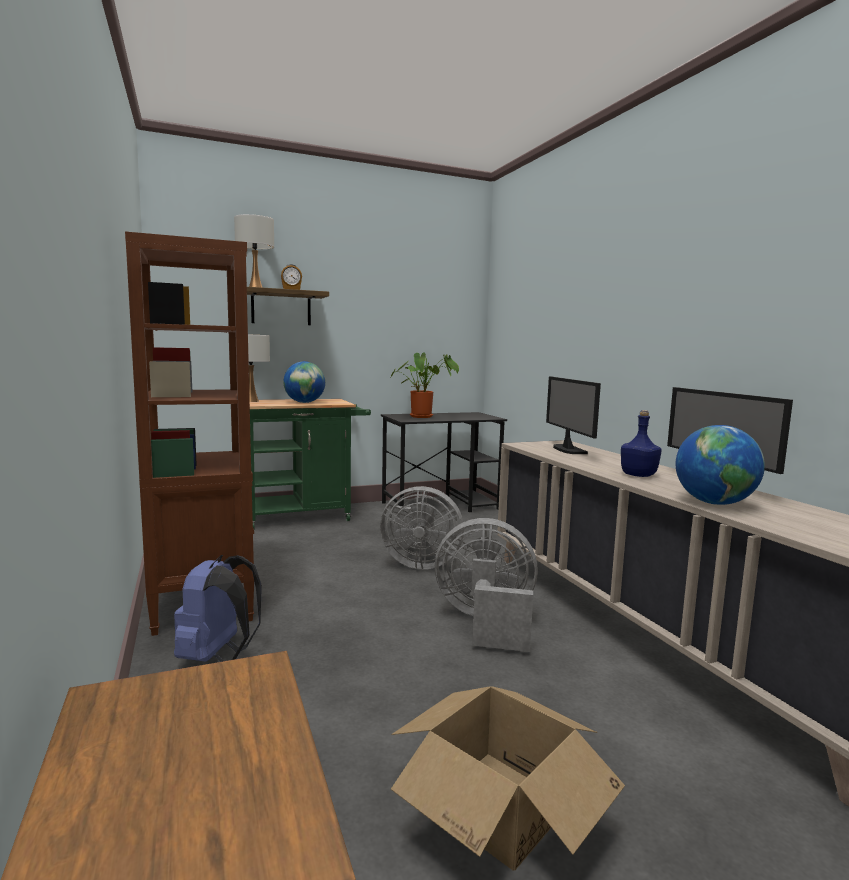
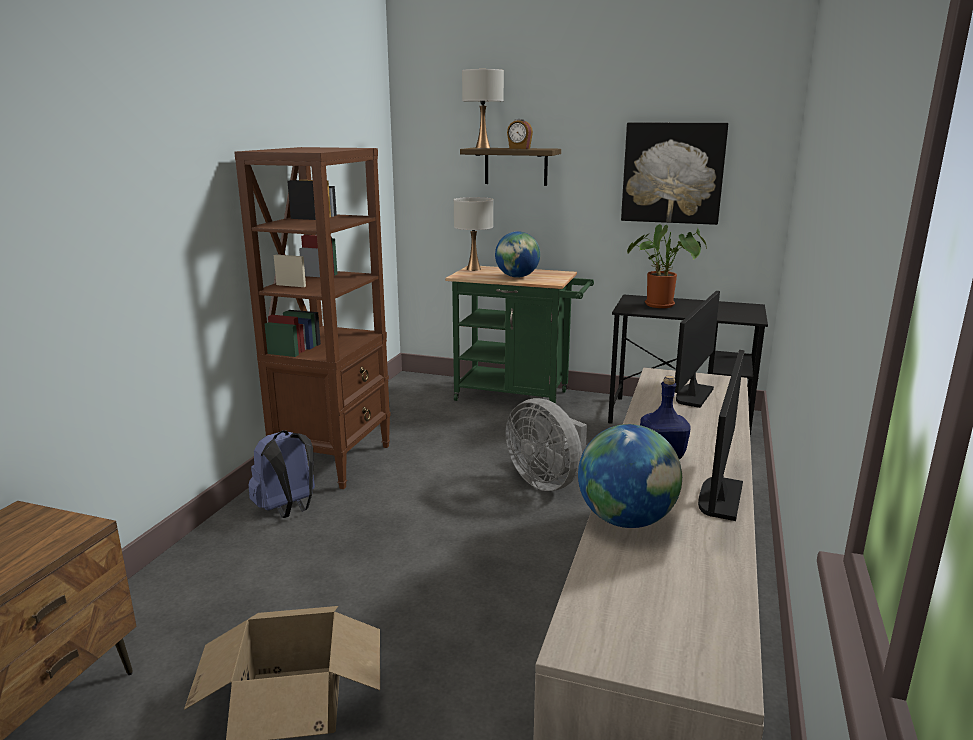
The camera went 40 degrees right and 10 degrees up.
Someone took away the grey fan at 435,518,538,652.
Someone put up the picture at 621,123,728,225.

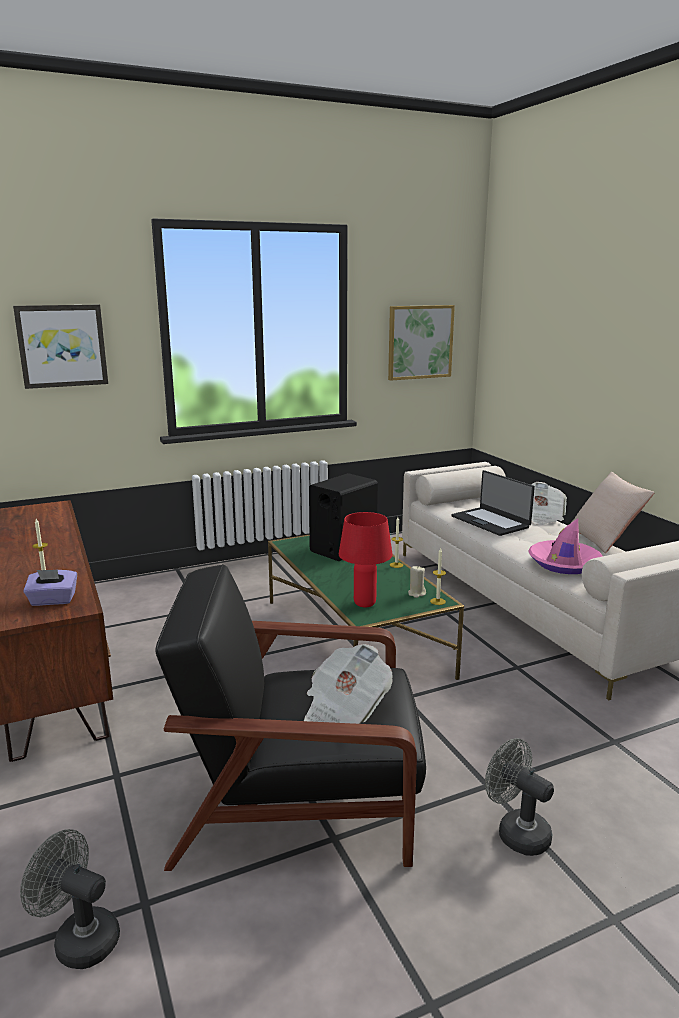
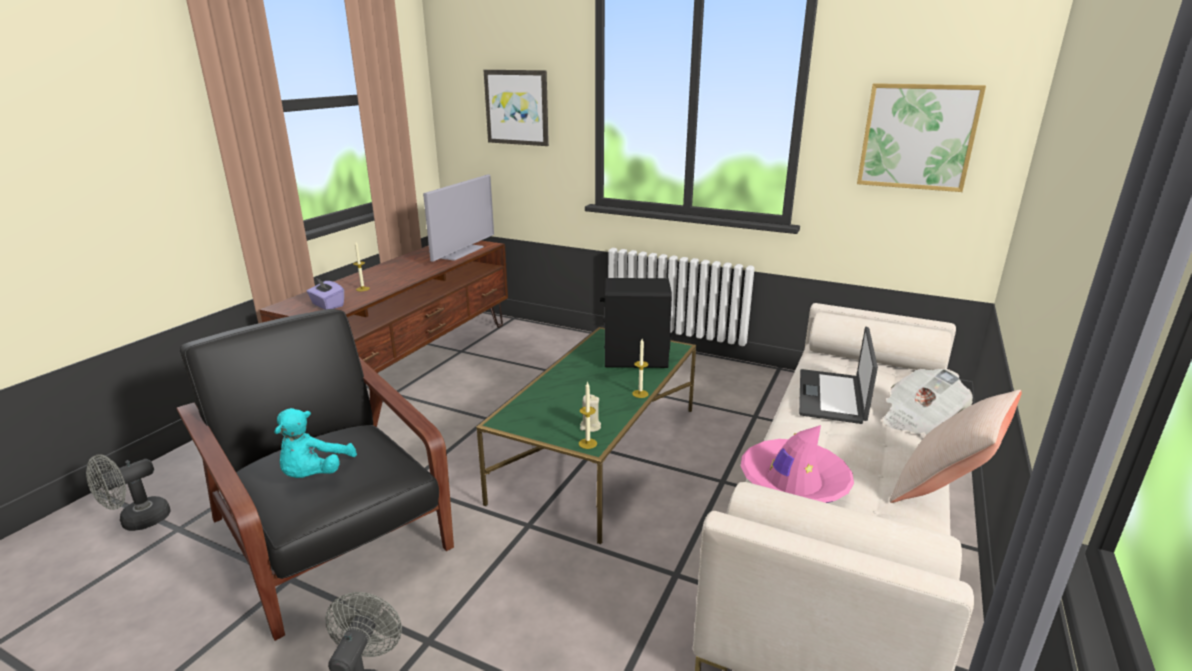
The camera went 50 degrees right and 5 degrees up.
Someone took away the red table lamp at 339,512,393,608.
Someone swapped the newspaper at 304,644,393,724 for the turquoise plush toy at 274,408,357,478.
Someone rotated the grey fan at 20,829,120,969 by 120 degrees counterclockwise.
Someone put down the television at 423,175,494,262.

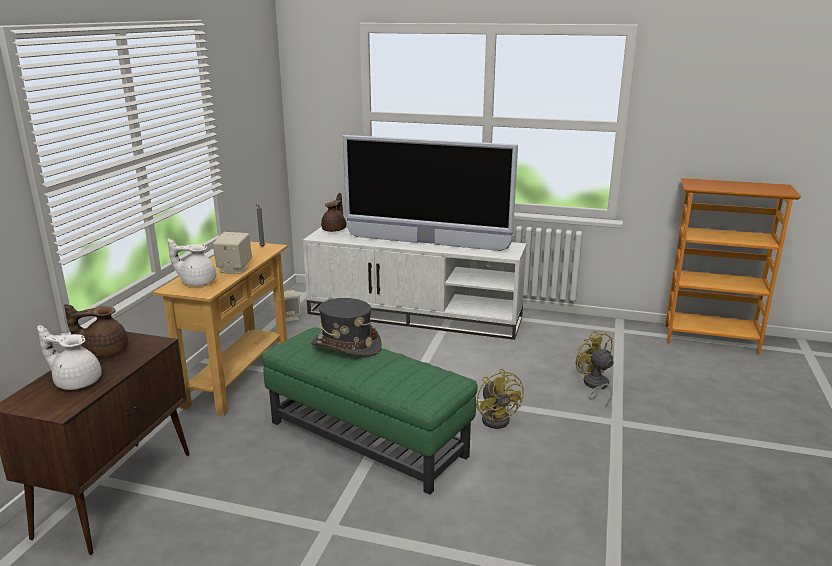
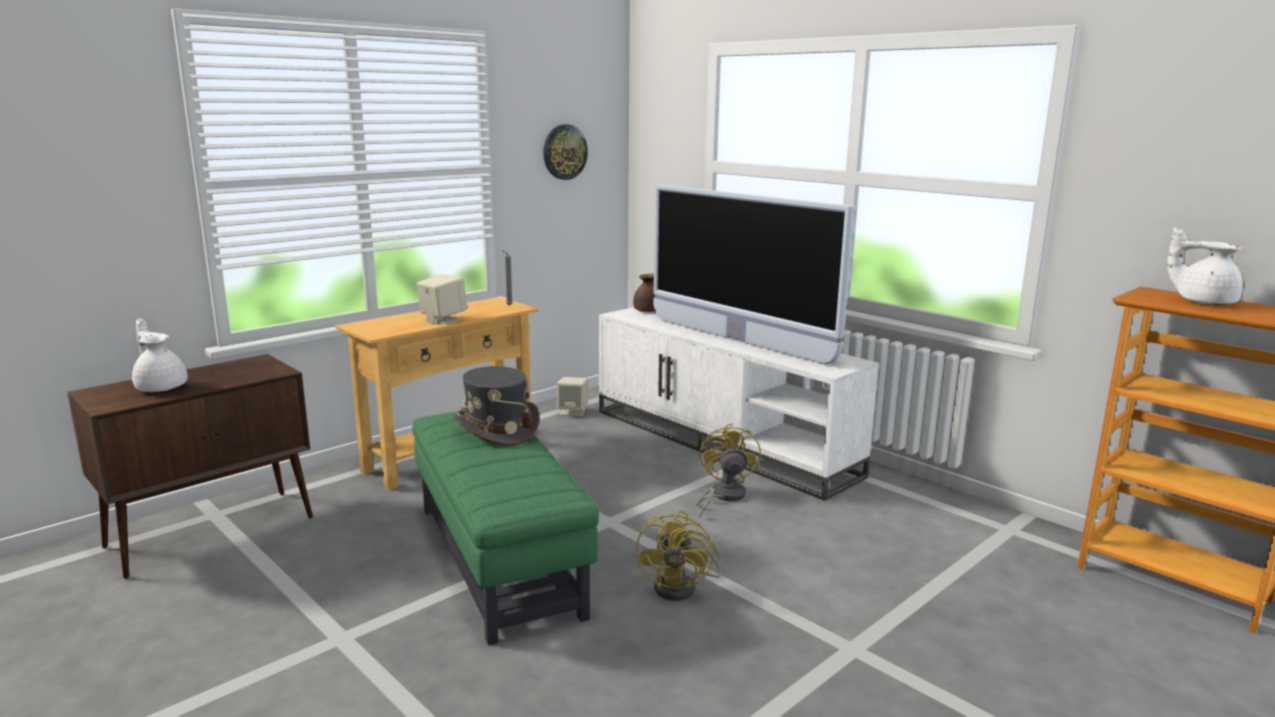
The camera went 30 degrees right and 5 degrees down.
Someone carried the white teapot from 168,238,216,286 to 1167,228,1243,305.
Someone took away the brown teapot at 64,304,128,356.
Someone carried the yellow fan from 576,331,613,408 to 695,423,761,517.
Someone put up the wall clock at 543,124,588,180.

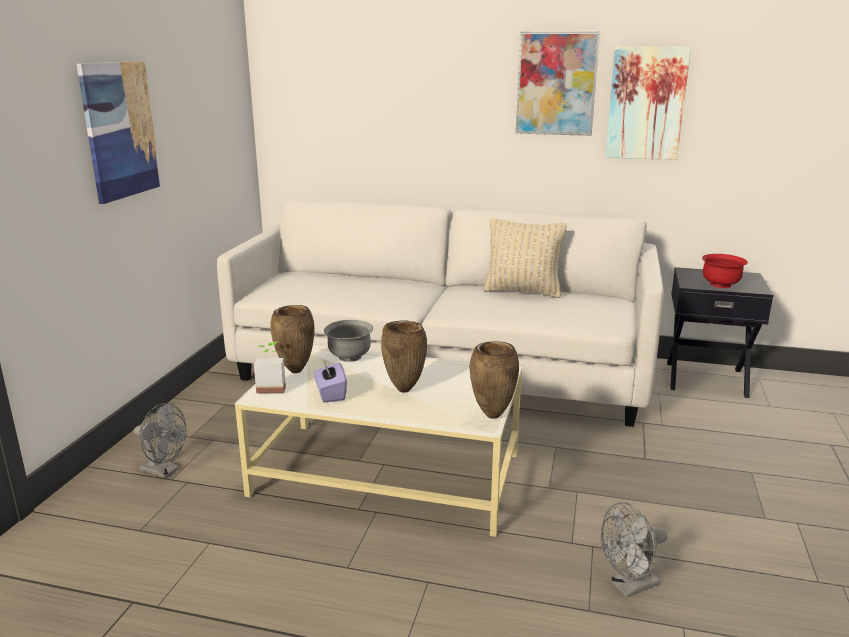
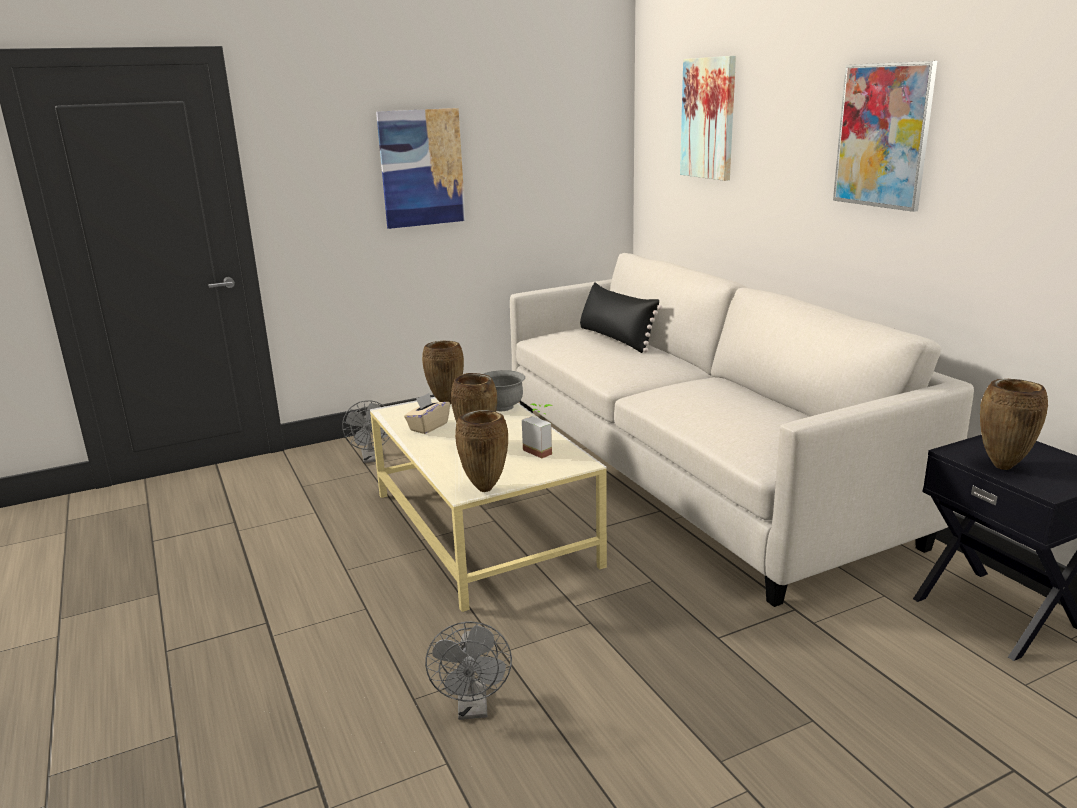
The camera went 50 degrees right and 0 degrees up.
Someone carried the picture from 605,46,691,160 to 680,56,736,181.
Someone took away the beige pillow at 484,219,567,298.
Someone swapped the red bowl at 702,254,748,288 for the brown vase at 980,379,1048,470.
Someone carried the potted plant from 254,342,286,394 to 522,403,552,458.
Someone repainted the purple tissue box at 314,360,347,403, which became the beige tissue box at 404,393,450,434.
Someone rotated the grey fan at 600,502,667,597 by 120 degrees counterclockwise.
Someone put down the black pillow at 580,282,662,353.

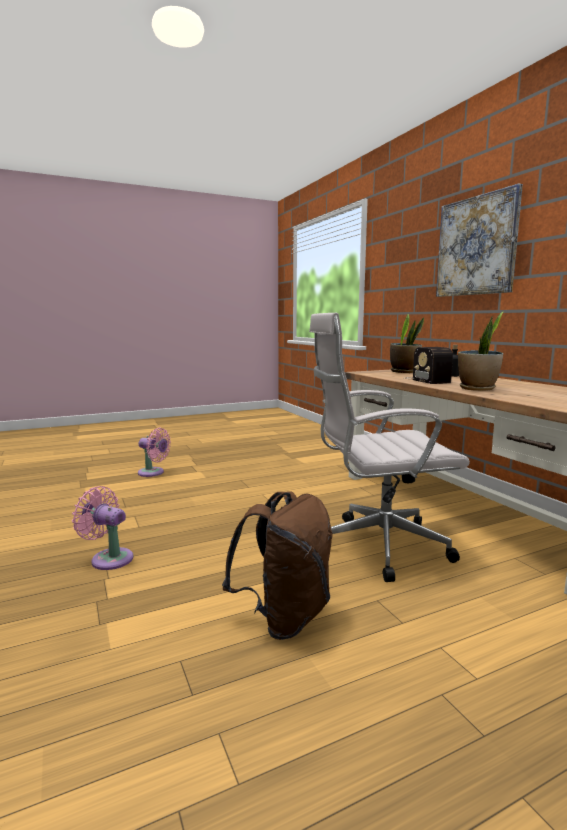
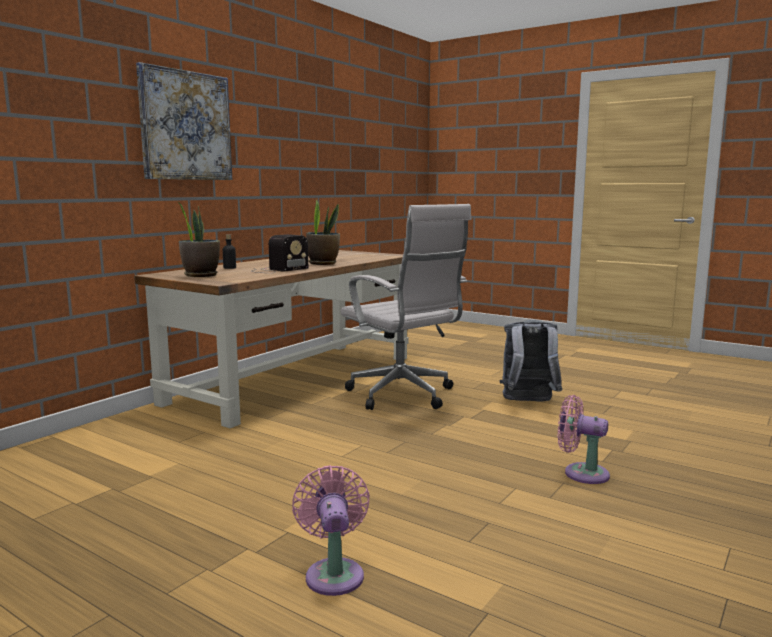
The camera went 120 degrees left and 0 degrees up.
Someone rotated the pink fan at 72,486,133,570 by 120 degrees clockwise.
Someone repainted the brown backpack at 222,491,333,640, which became the grey backpack at 499,320,563,401.

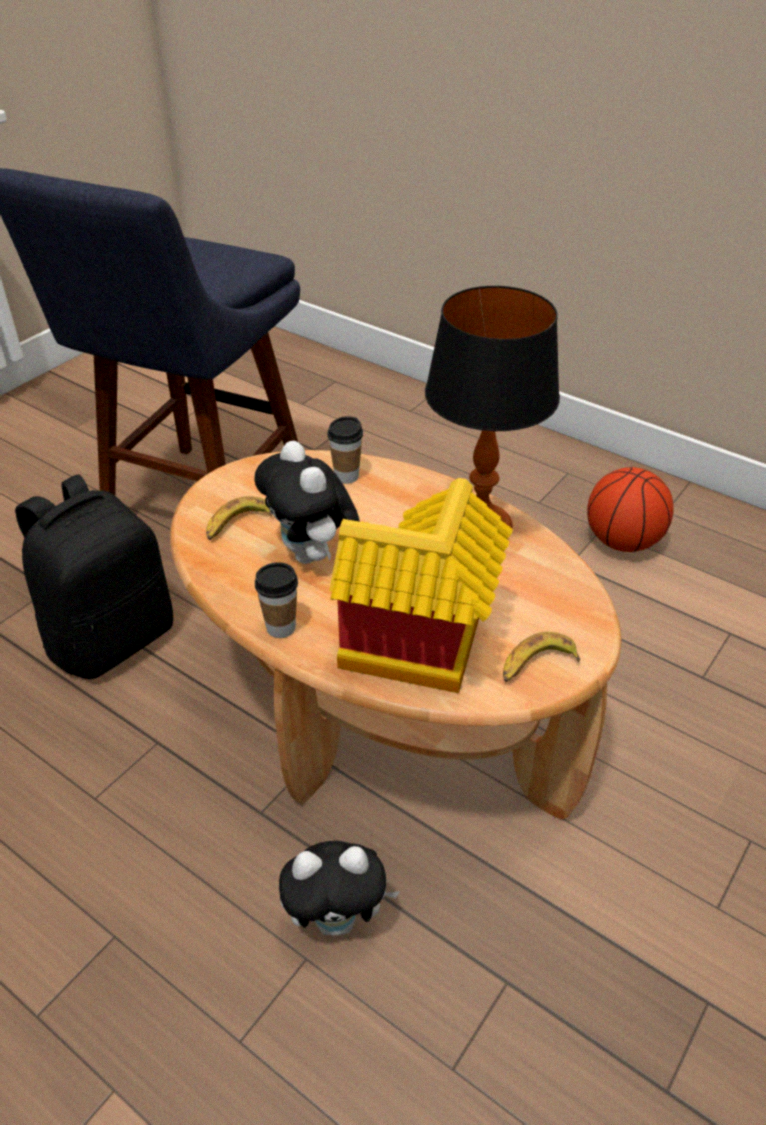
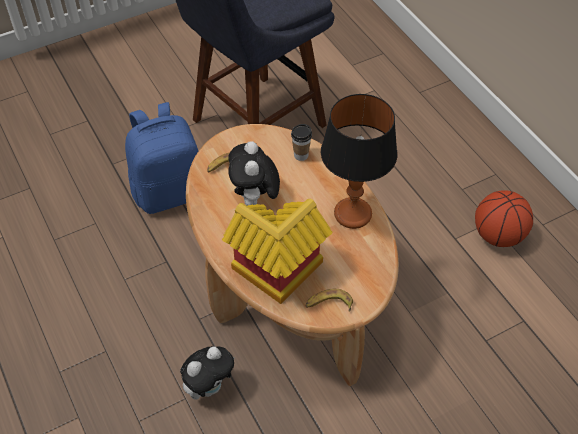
The camera went 25 degrees right and 10 degrees up.
Someone repainted the black backpack at 15,474,173,679, which became the blue backpack at 125,102,198,214.
Someone took away the cup at 255,562,298,638.
Someone rotated the plush toy at 279,841,400,935 by 60 degrees counterclockwise.

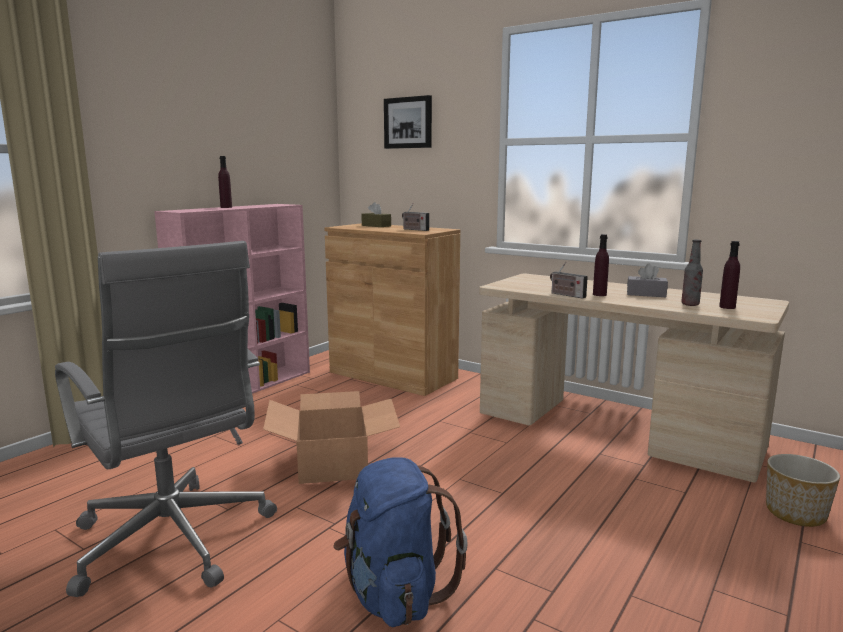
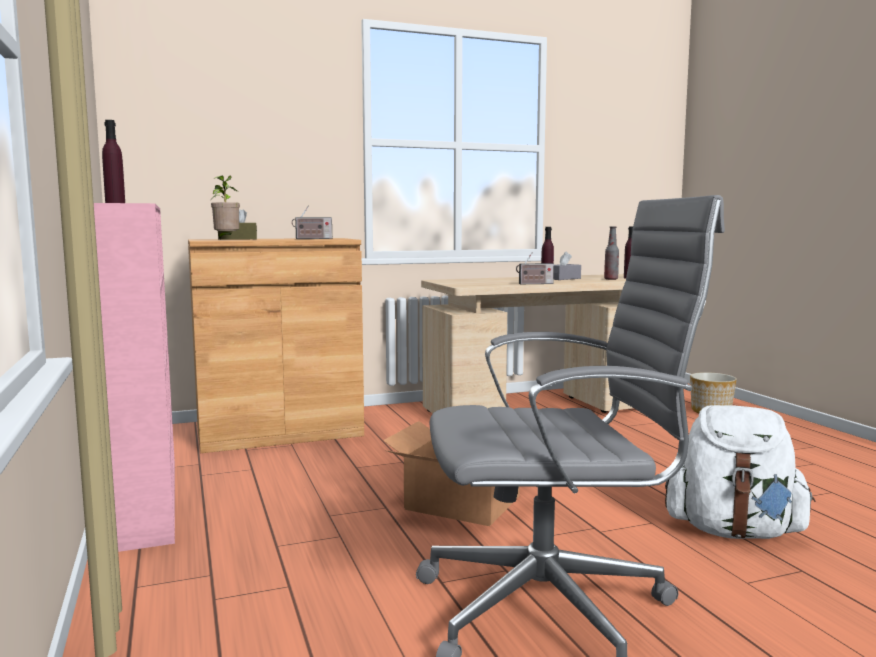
The camera went 55 degrees left and 5 degrees down.
Someone took away the picture at 384,95,432,149.
Someone repainted the blue backpack at 333,457,468,627, which became the white backpack at 665,405,816,539.
Someone put down the potted plant at 211,176,240,238.

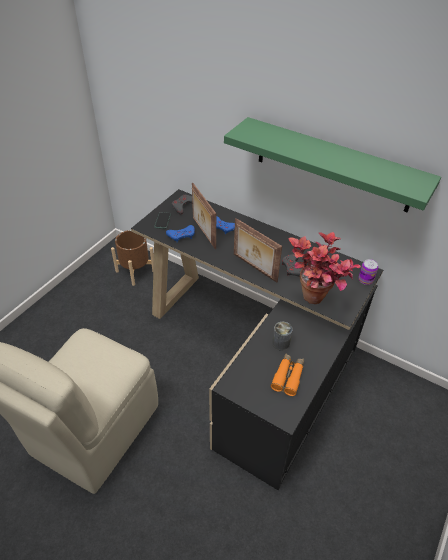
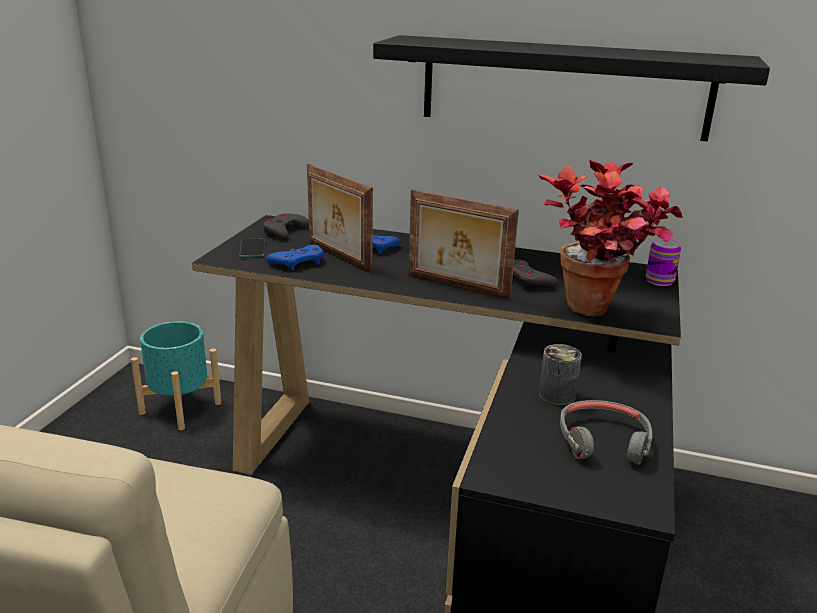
The camera went 15 degrees left and 20 degrees down.
Someone repainted the green shelf at 224,117,441,212, which became the black shelf at 373,35,770,141.
Someone repainted the brown planter at 111,230,154,286, which became the turquoise planter at 131,321,221,430.
Someone swapped the orange binoculars at 271,353,304,396 for the grey headphones at 560,400,652,465.

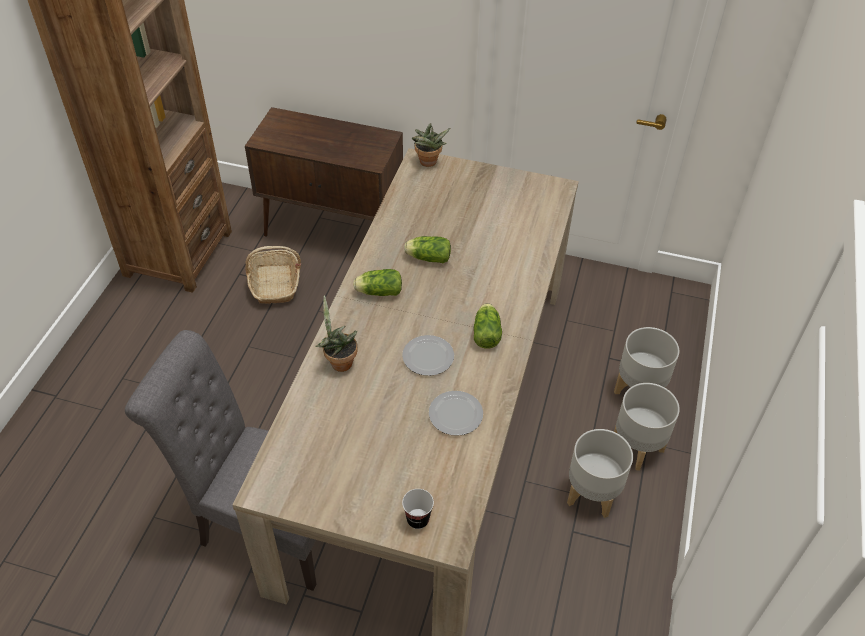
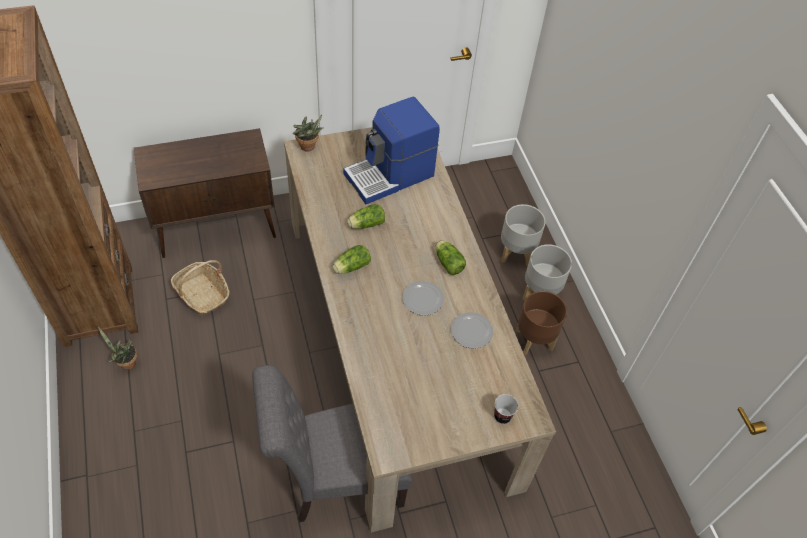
The camera went 35 degrees left and 5 degrees up.
Someone carried the potted plant from 315,295,358,372 to 98,327,137,370.
Someone repainted the grey planter at 567,429,633,518, which became the brown planter at 516,291,567,355.
Someone put down the coffee machine at 344,97,440,204.

